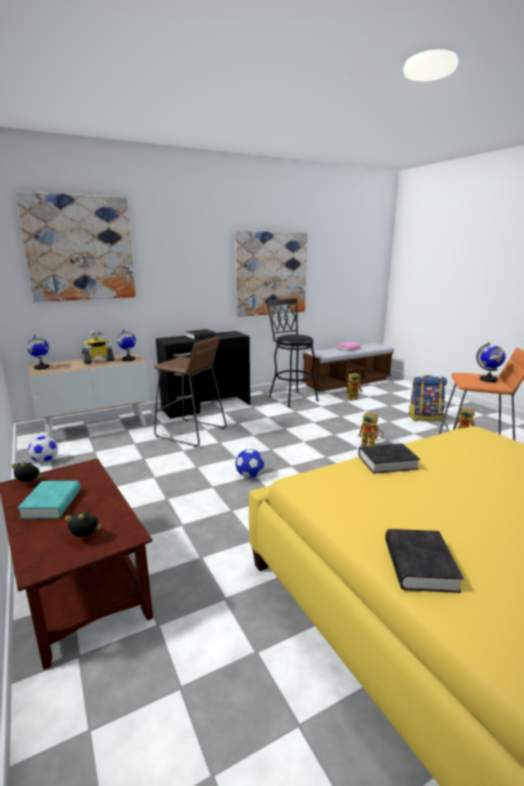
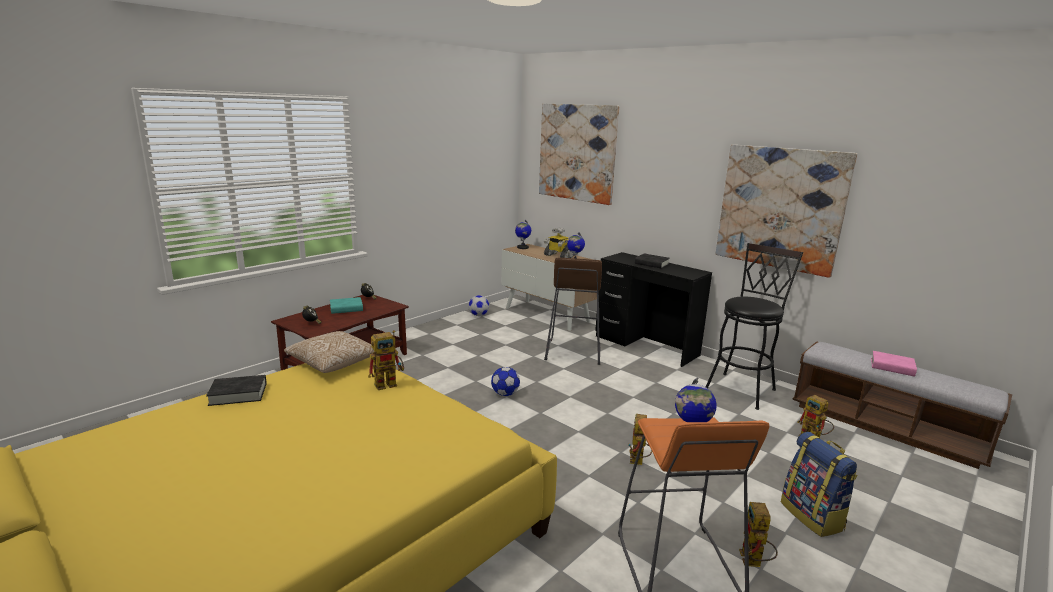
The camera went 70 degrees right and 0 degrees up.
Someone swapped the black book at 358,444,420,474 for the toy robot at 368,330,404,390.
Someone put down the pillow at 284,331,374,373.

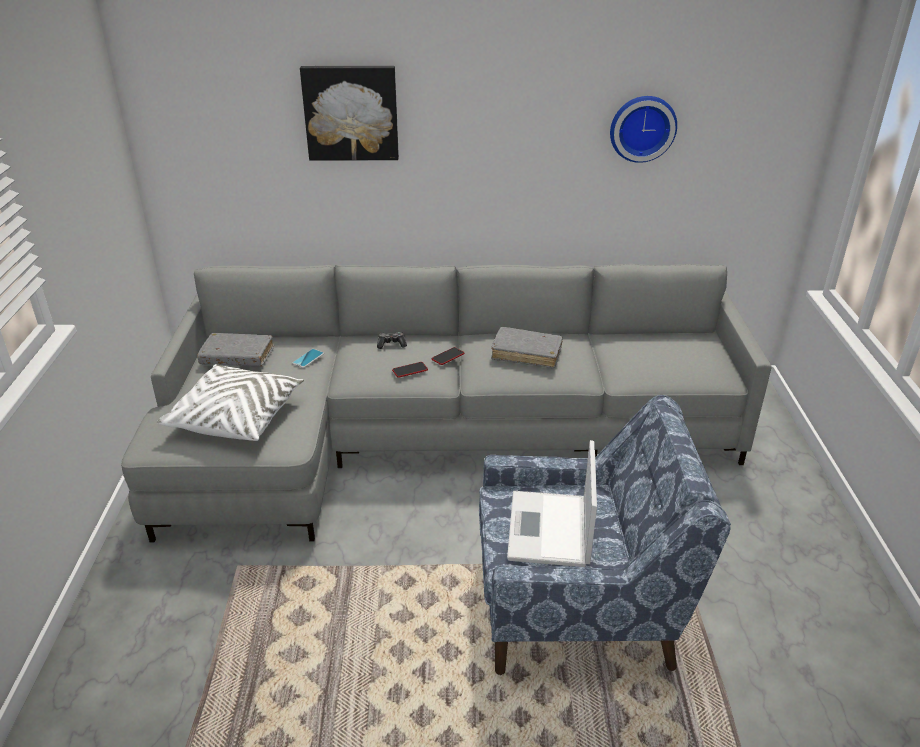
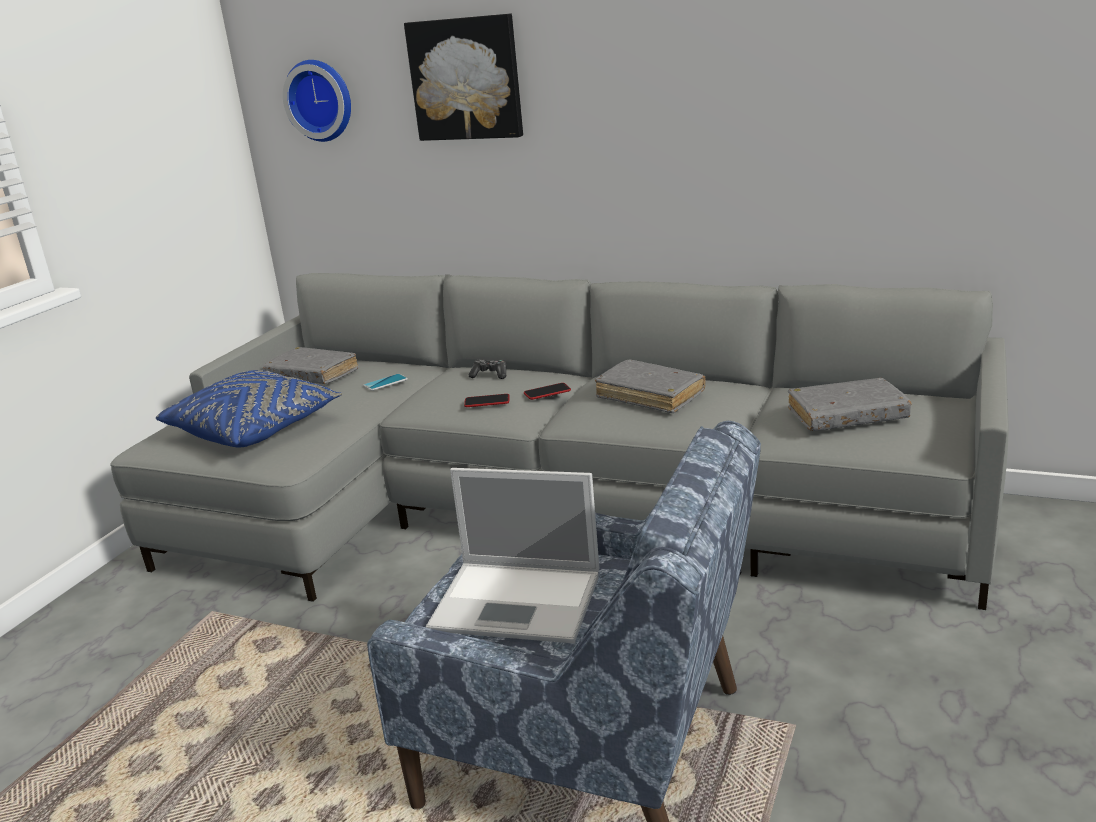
The camera went 25 degrees right and 10 degrees down.
Someone carried the wall clock from 610,96,677,163 to 283,60,351,142.
Someone repainted the white pillow at 157,364,304,441, which became the blue pillow at 156,370,342,448.
Someone rotated the laptop at 507,440,597,567 by 105 degrees counterclockwise.
Someone put down the grey book at 788,378,911,431.

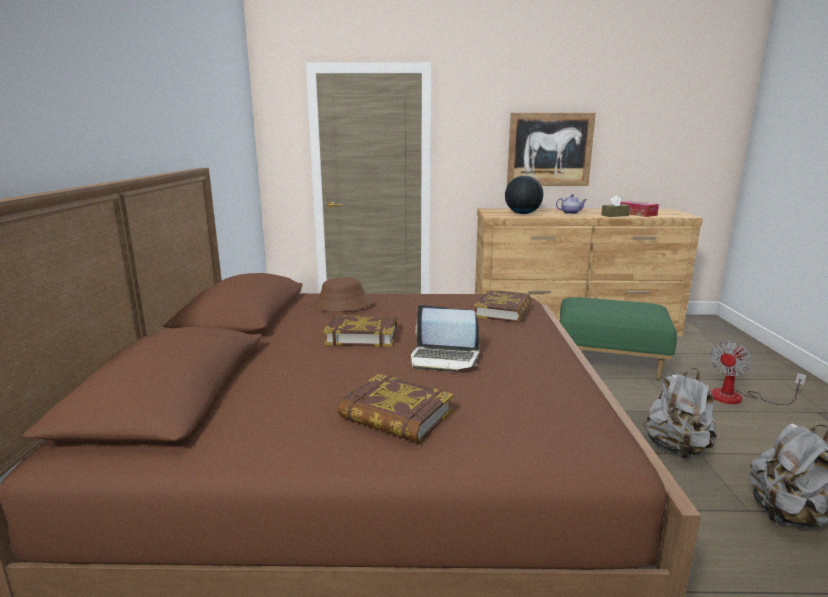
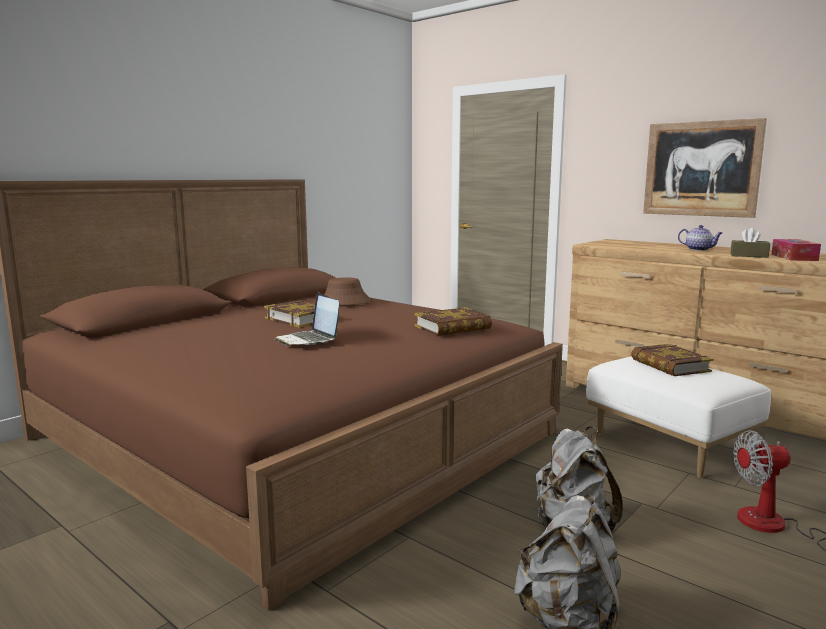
The camera went 40 degrees right and 5 degrees down.
Someone took away the globe at 505,175,543,214.
Someone repainted the green ottoman at 560,297,677,380, which became the white ottoman at 586,356,771,478.
Someone carried the book from 338,374,454,443 to 631,344,713,376.

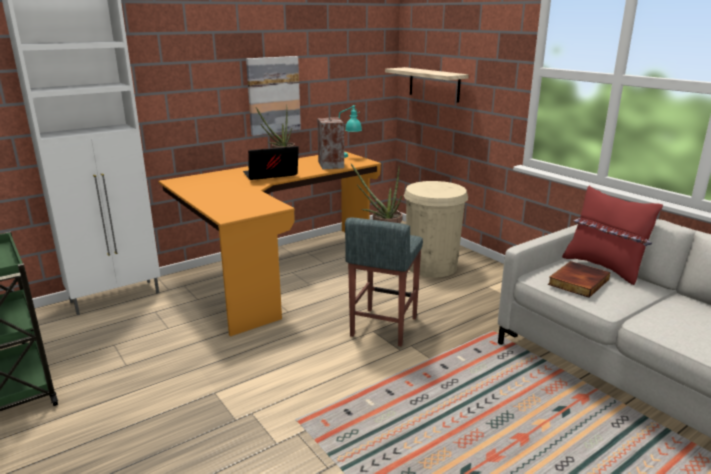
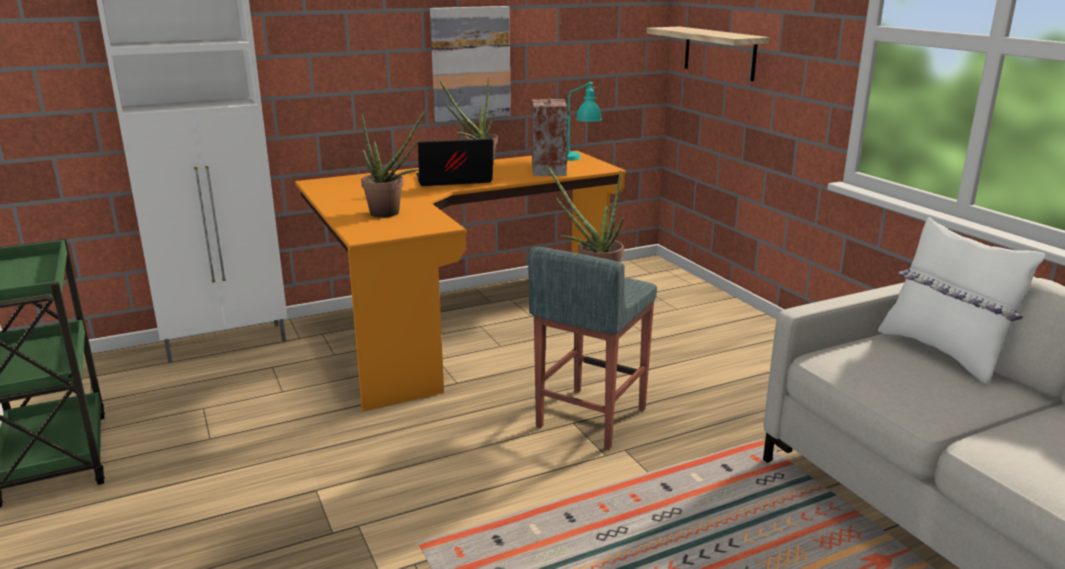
The camera went 10 degrees right and 0 degrees up.
Someone took away the beige trash can at 404,181,468,278.
Someone repainted the red pillow at 562,186,663,285, which became the white pillow at 878,217,1045,385.
Someone took away the book at 548,261,610,298.
Someone put down the potted plant at 361,108,427,217.

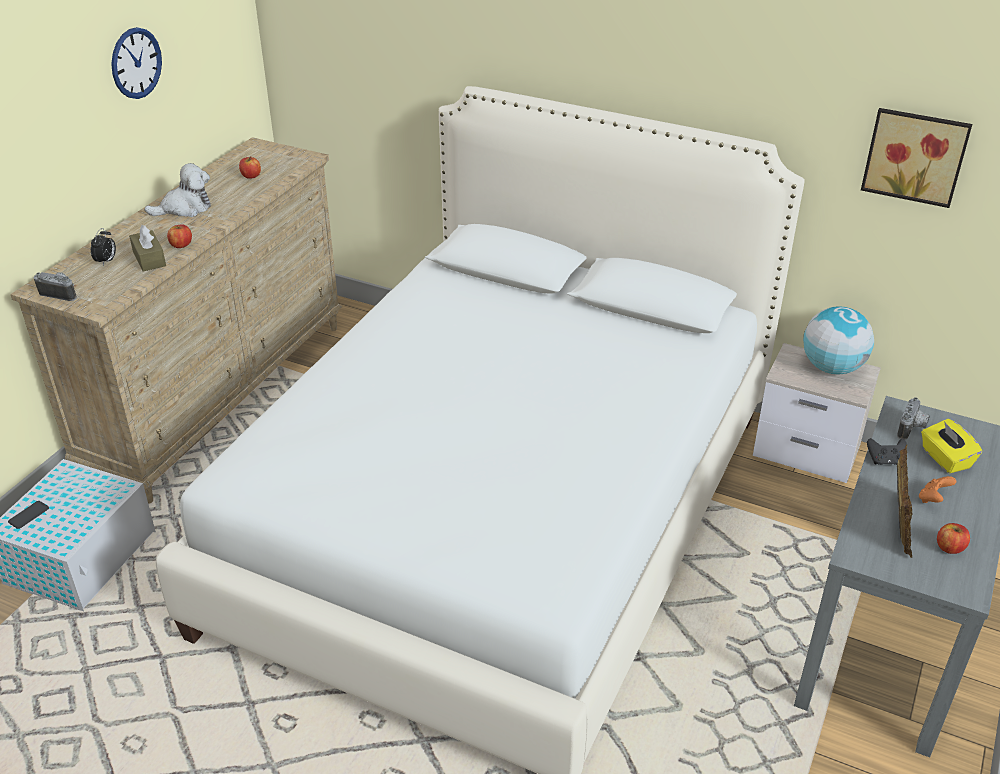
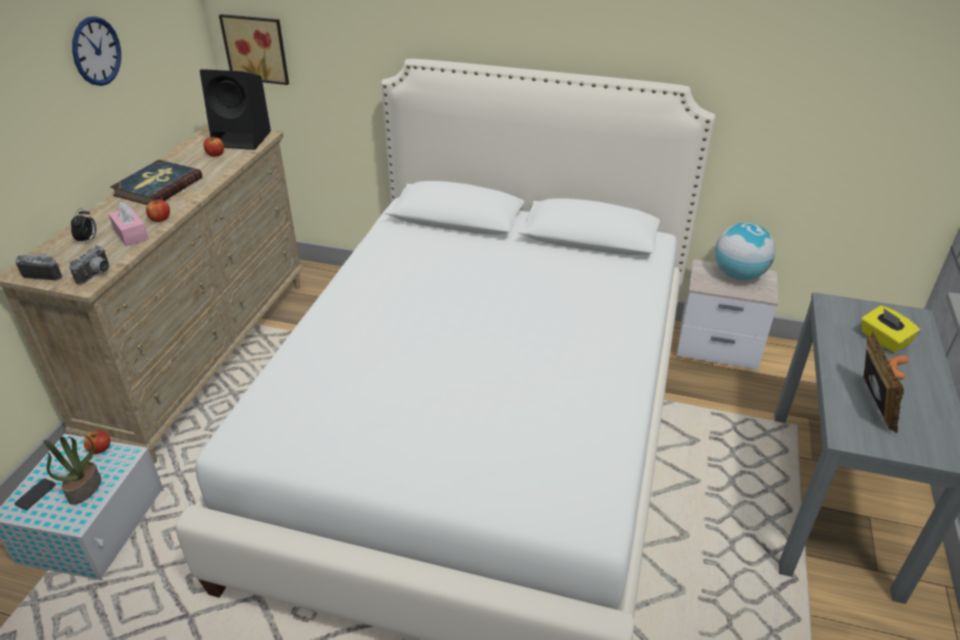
The camera went 10 degrees left and 0 degrees up.
Someone carried the picture from 861,108,972,208 to 219,14,289,85.
Someone swapped the plush toy at 144,163,211,217 for the book at 110,160,202,205.
Someone repainted the brown tissue box at 129,225,166,272, which became the pink tissue box at 109,202,149,246.
Someone carried the photo camera from 897,397,930,440 to 69,245,109,285.
Someone took away the black game controller at 867,438,907,465.
Someone carried the apple from 937,523,970,554 to 84,430,110,454.
Someone put down the black speaker at 200,69,271,150.
Someone put down the potted plant at 44,436,101,505.

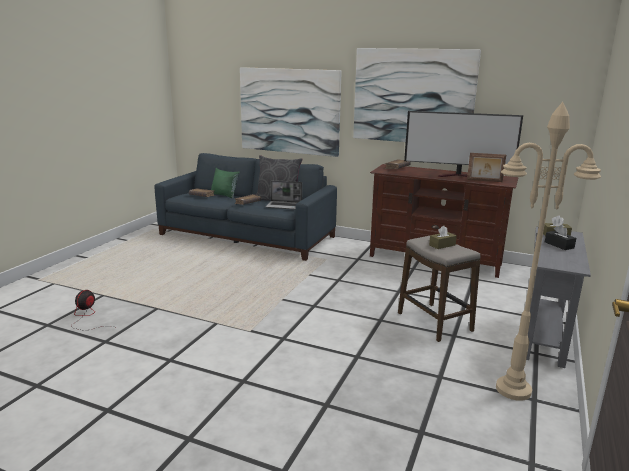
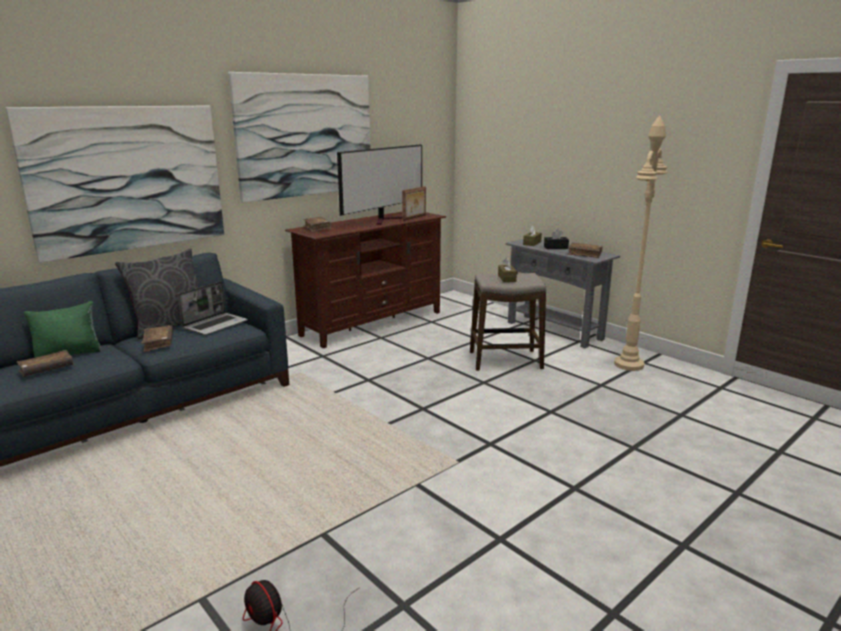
The camera went 65 degrees left and 0 degrees up.
Someone put down the brown book at 567,243,603,258.

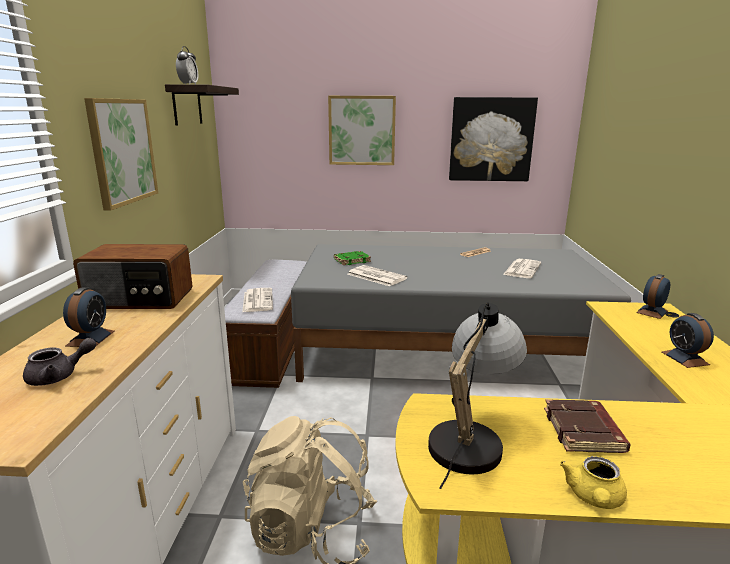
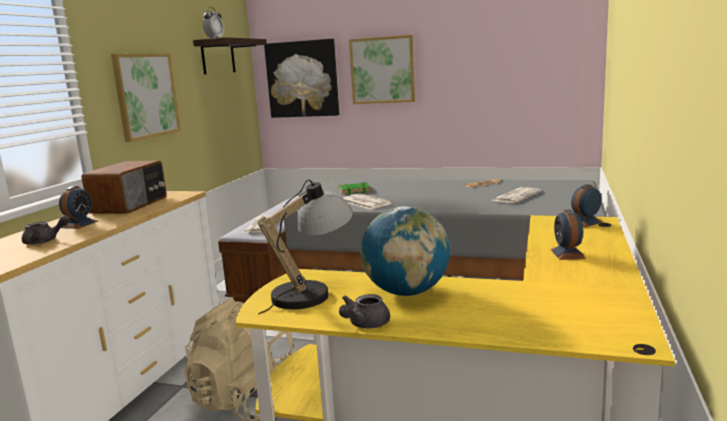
The camera went 15 degrees right and 5 degrees down.
Someone carried the picture from 449,97,538,181 to 264,39,339,118.
Someone rotated the radio at 73,244,192,309 by 90 degrees counterclockwise.
Someone swapped the brown book at 544,399,631,453 for the globe at 360,206,450,296.
Someone repainted the yellow teapot at 560,456,627,509, which became the grey teapot at 339,294,390,328.

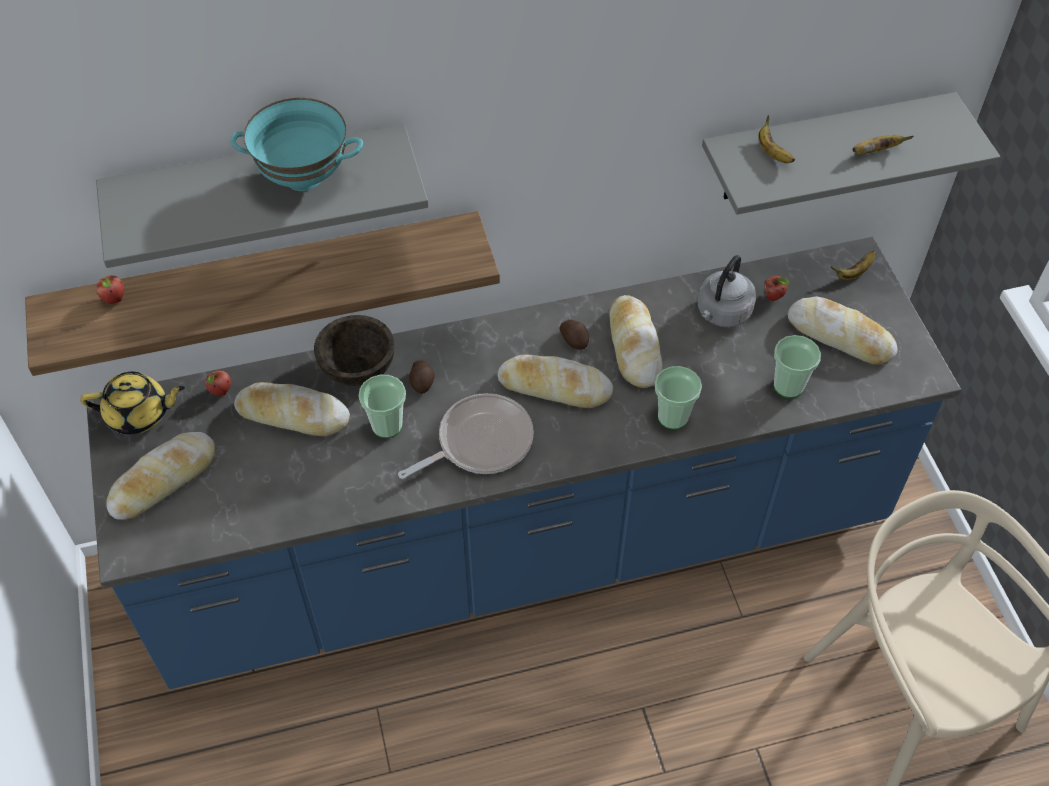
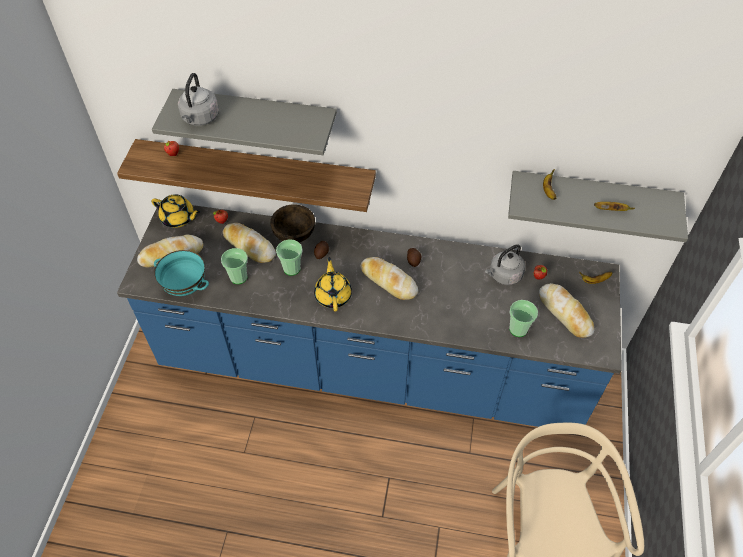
The camera went 25 degrees right and 0 degrees up.
Someone carried the turquoise bowl from 230,98,363,191 to 154,250,209,296.
Someone took away the bread at 609,295,662,388.
Someone carried the cup from 655,366,702,430 to 221,248,248,284.
Someone swapped the frying pan at 398,393,534,479 for the yellow teapot at 314,257,352,312.
Someone put down the grey kettle at 178,73,219,126.

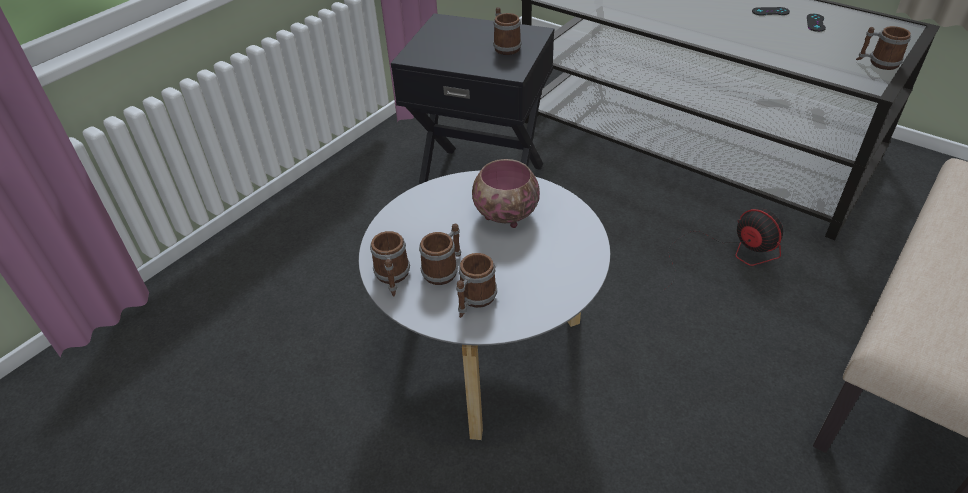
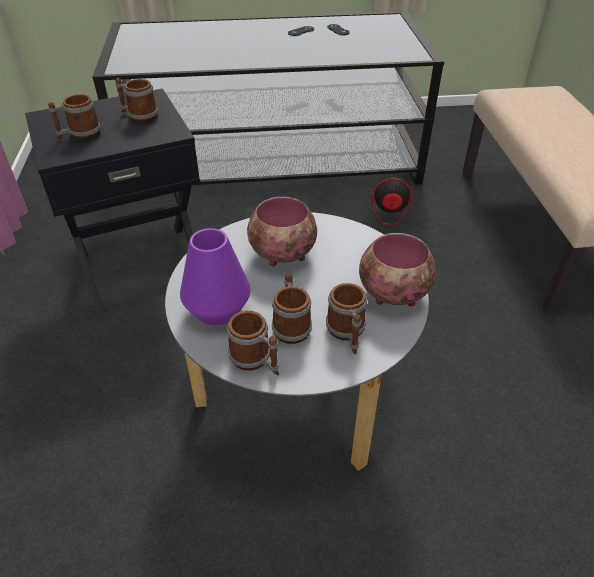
The camera went 45 degrees left and 0 degrees up.
Someone carried the mug from 856,26,911,70 to 48,94,101,140.
Someone put down the purple vase at 180,228,250,325.
Someone put down the bowl at 359,233,436,307.

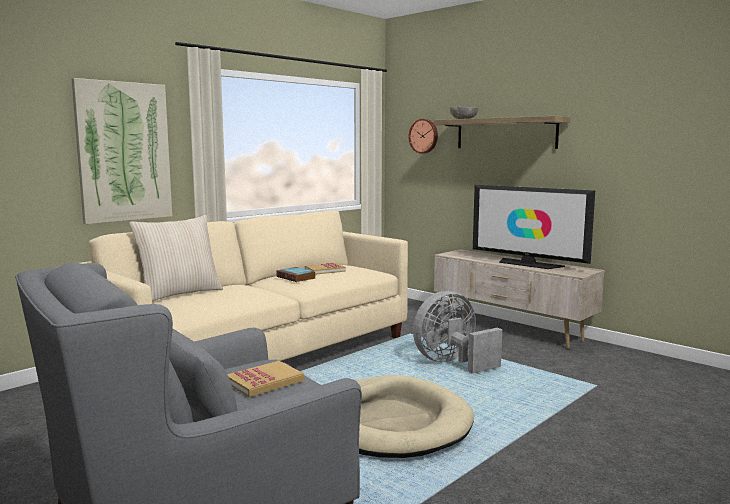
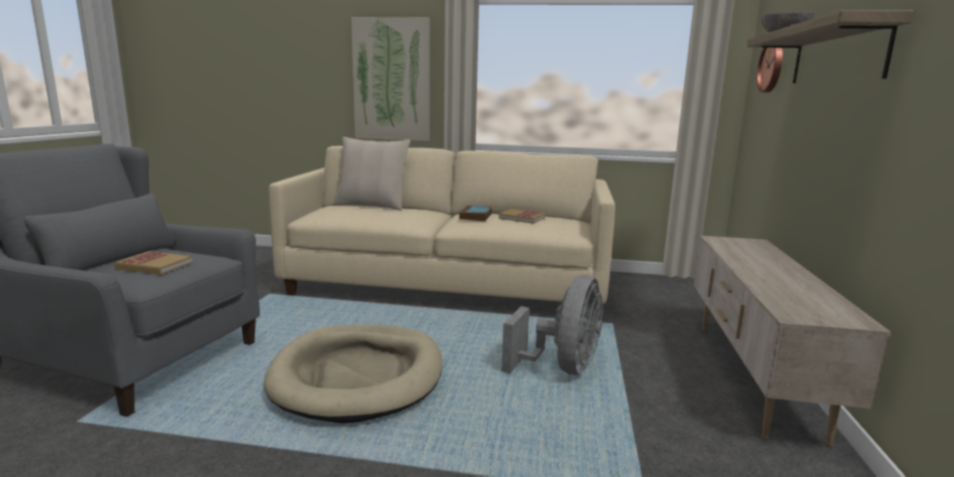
The camera went 55 degrees right and 5 degrees up.
Someone took away the television at 473,185,595,269.
Someone rotated the grey fan at 413,291,502,374 by 90 degrees clockwise.

